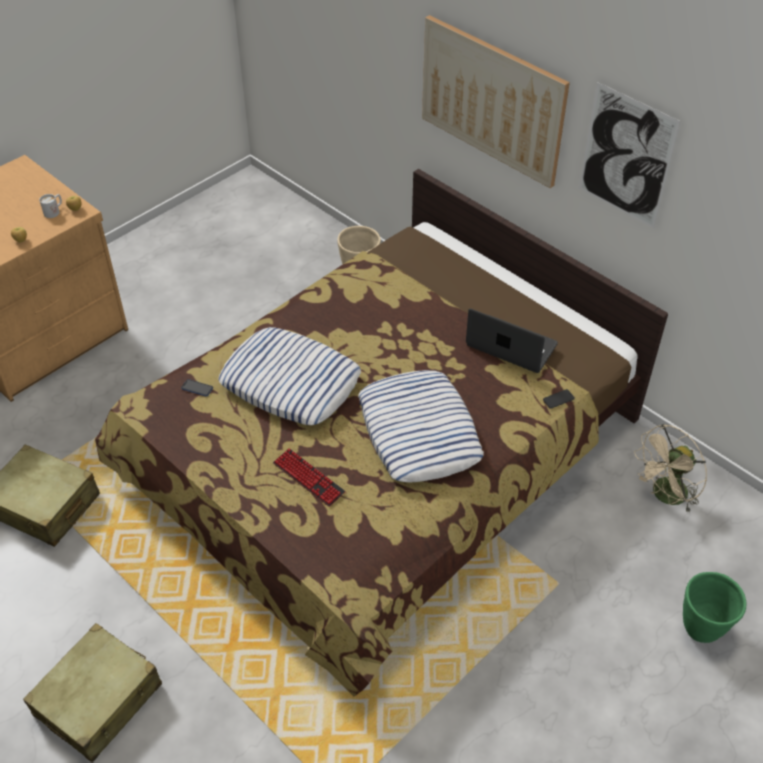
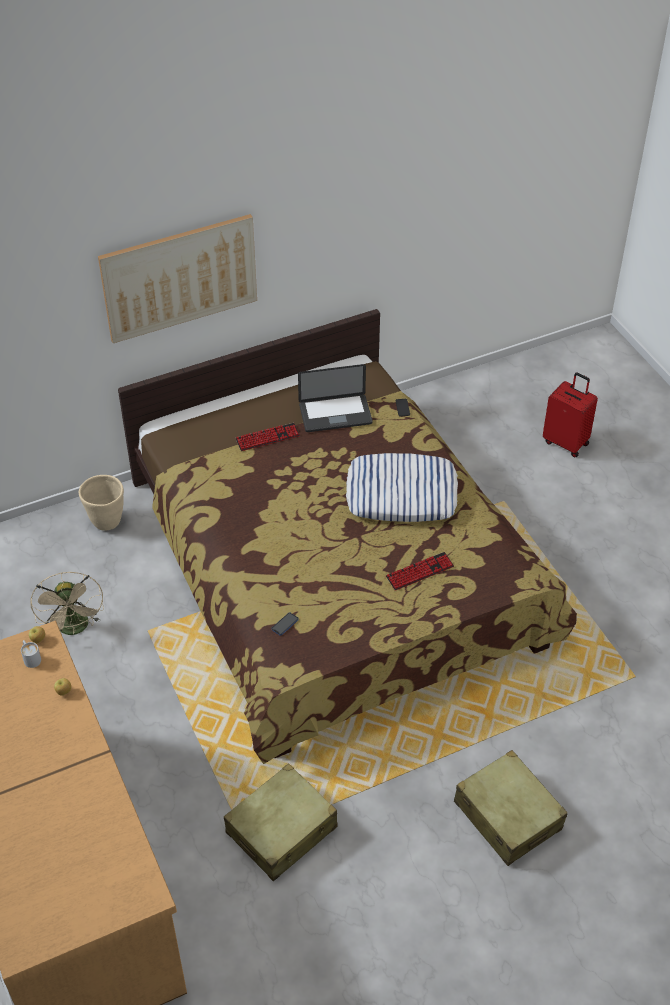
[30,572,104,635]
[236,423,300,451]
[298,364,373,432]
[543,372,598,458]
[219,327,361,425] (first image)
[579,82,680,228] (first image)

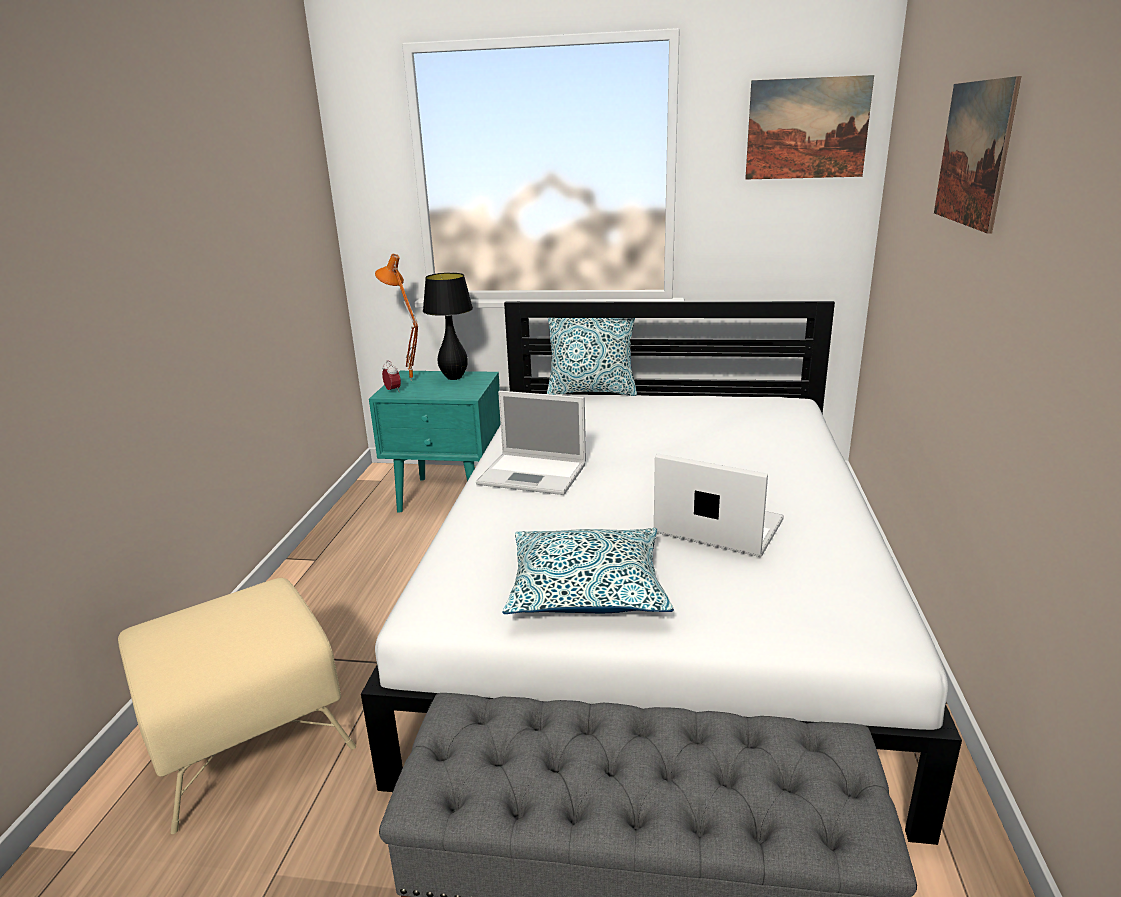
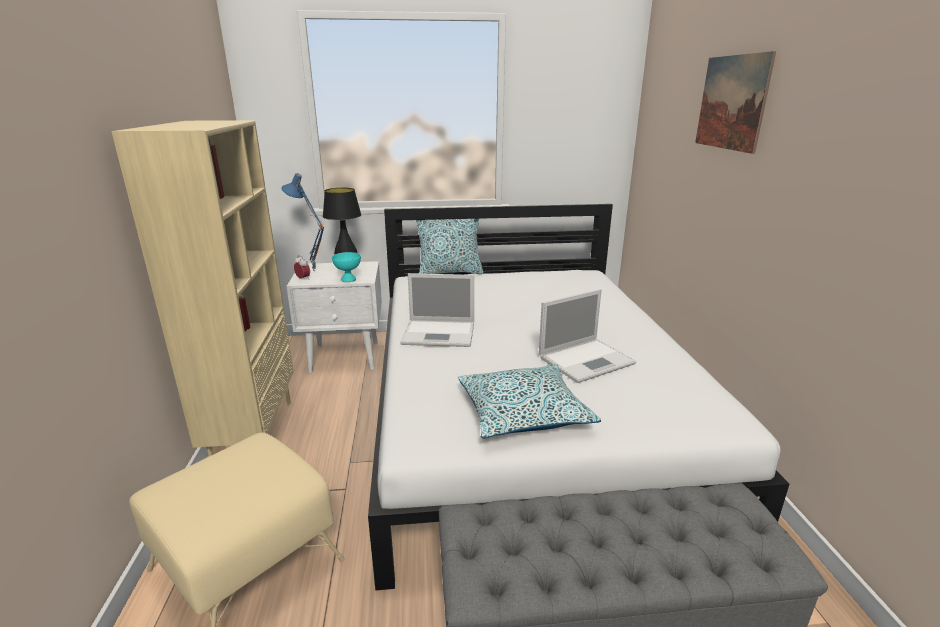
[111,120,294,456]
[281,173,324,271]
[286,261,382,373]
[332,252,361,282]
[539,289,636,383]
[745,75,874,179] (first image)

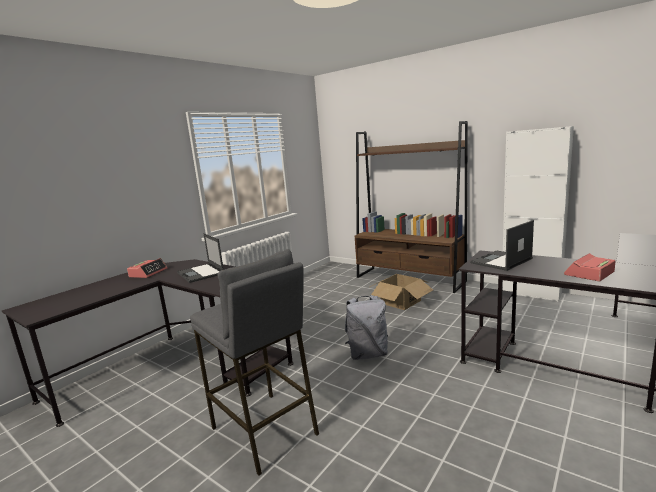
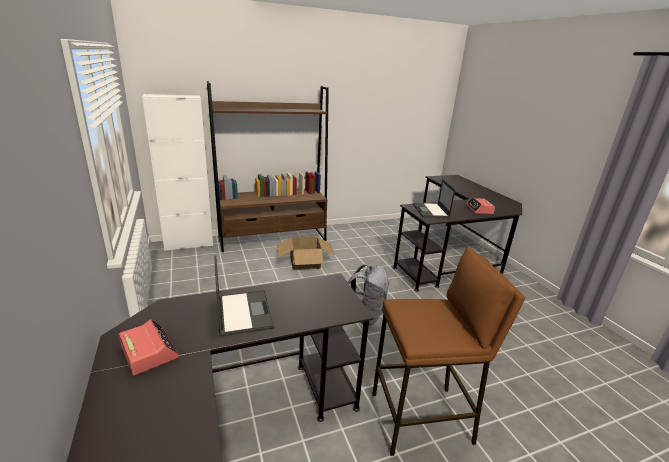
[142,94,213,251]
[214,255,274,337]
[372,246,525,456]

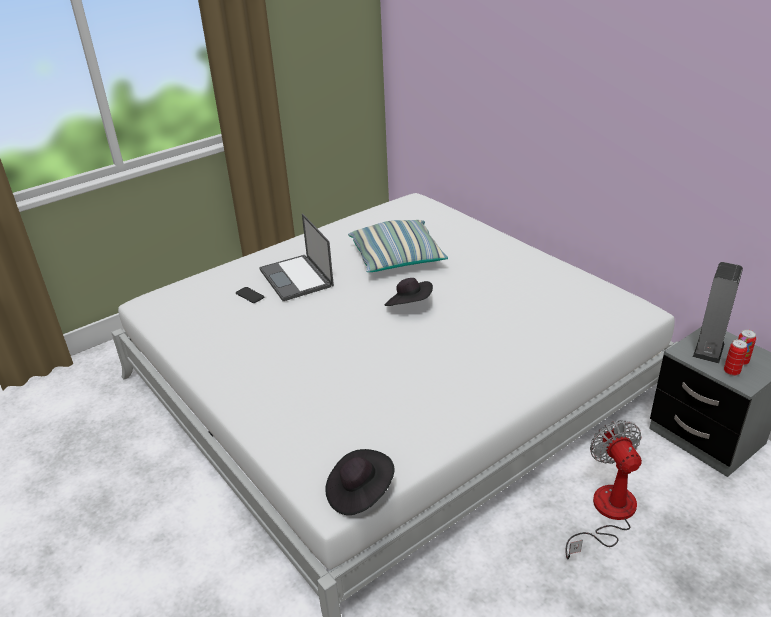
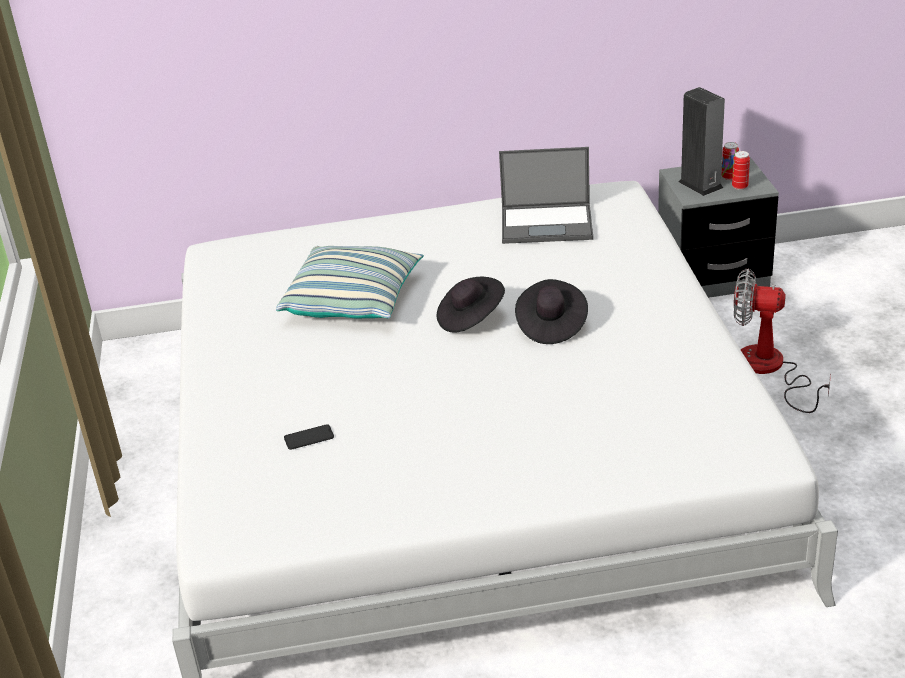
[499,147,593,244]
[515,279,588,344]

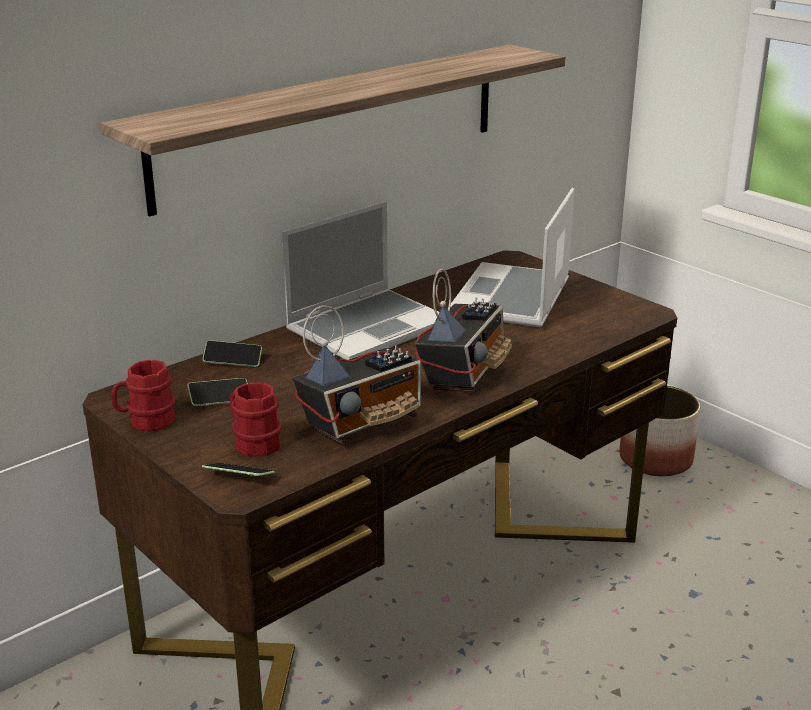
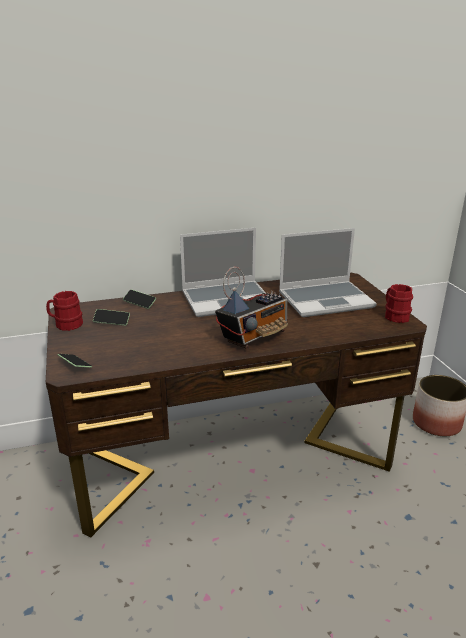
[279,228,377,317]
[385,284,413,323]
[101,45,565,217] (first image)
[293,305,421,445] (first image)

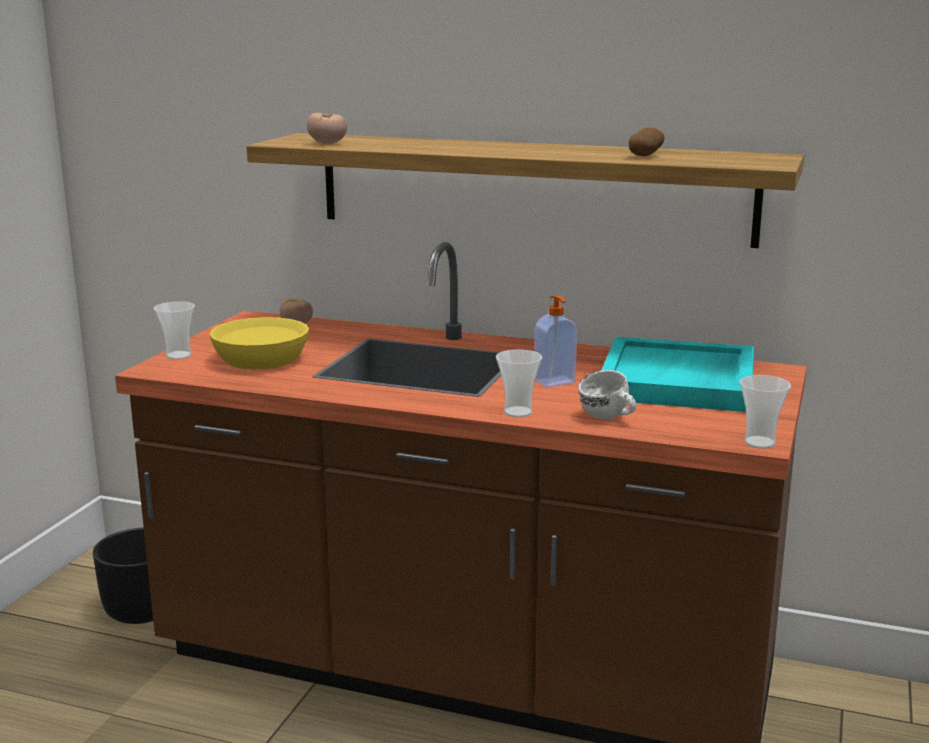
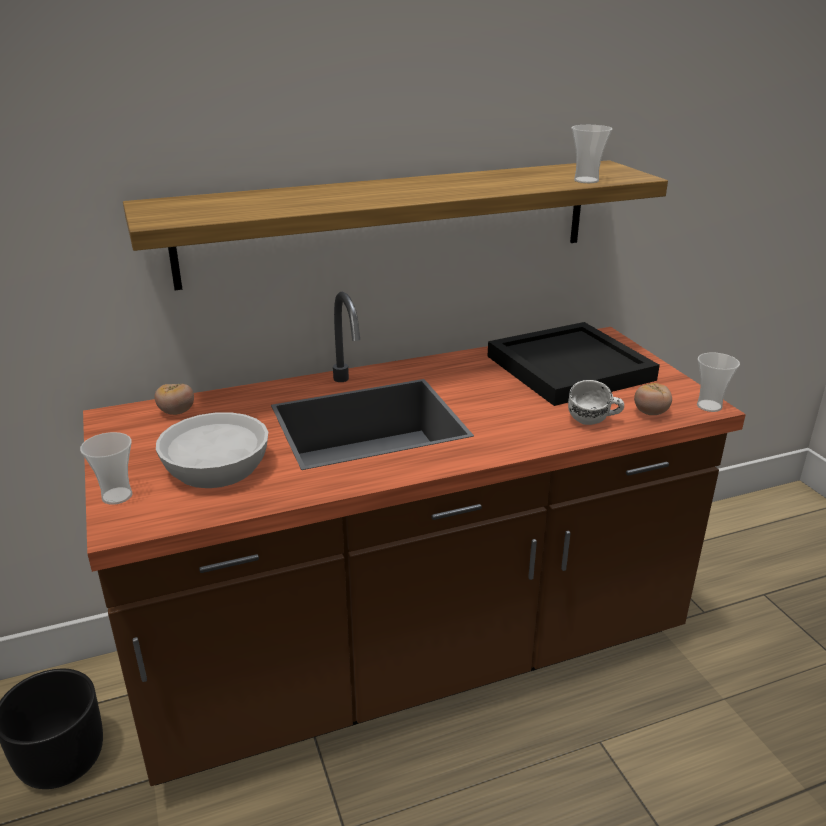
[156,412,268,488]
[487,322,660,406]
[571,125,612,183]
[634,383,672,415]
[534,295,577,388] (first image)
[629,128,664,156] (first image)

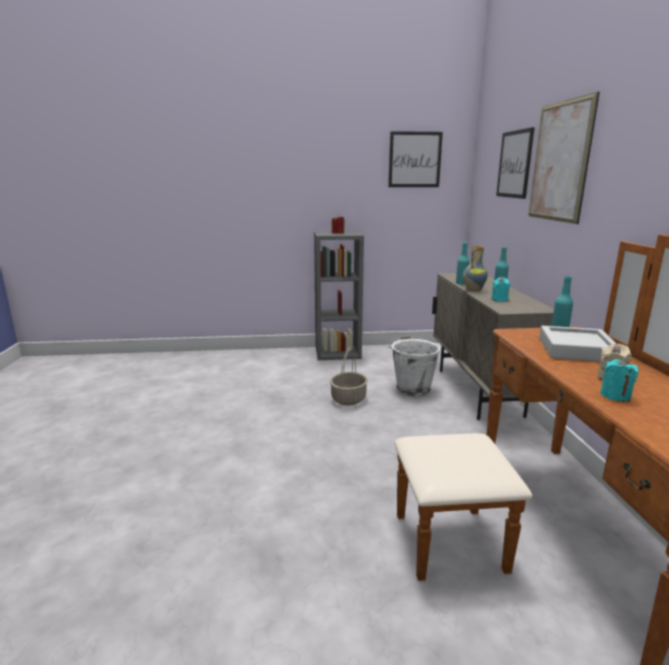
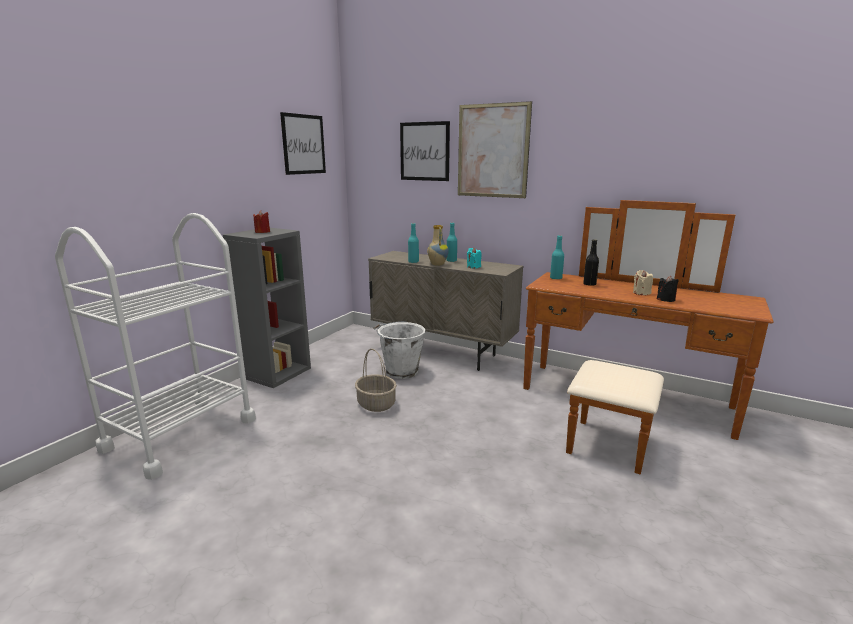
[55,213,256,480]
[583,239,599,286]
[657,276,679,302]

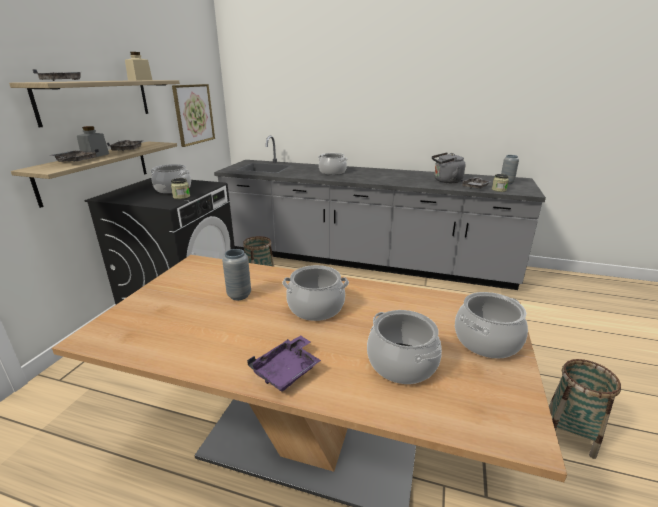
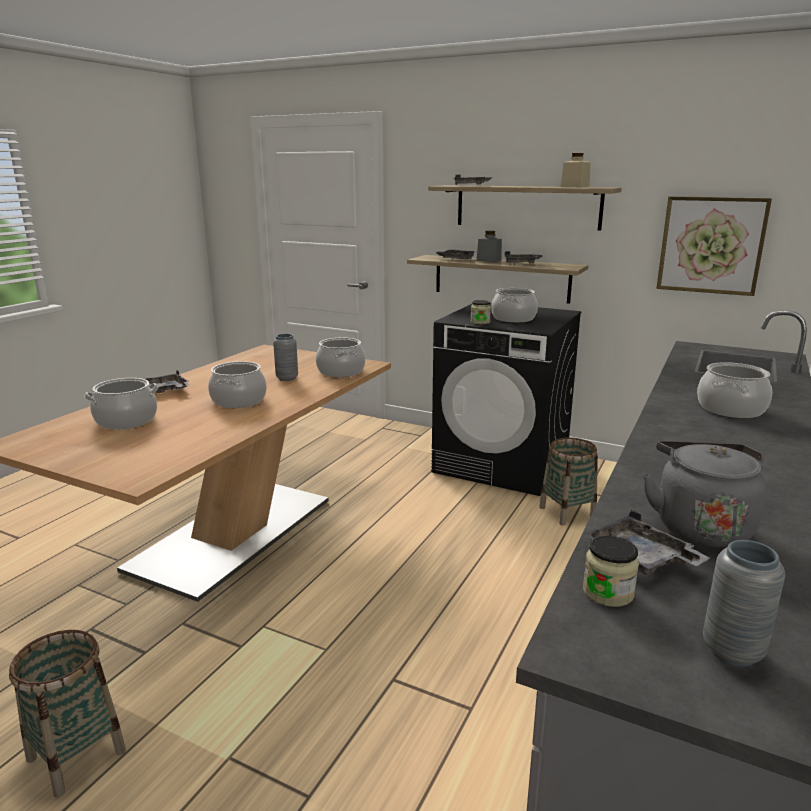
[145,370,190,393]
[316,338,365,377]

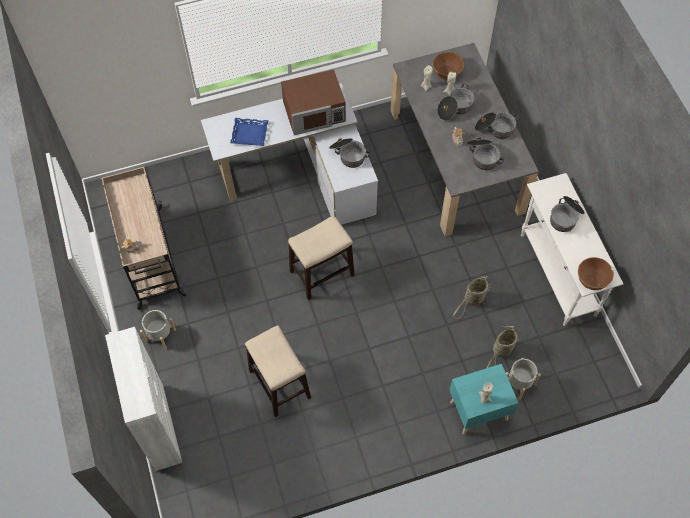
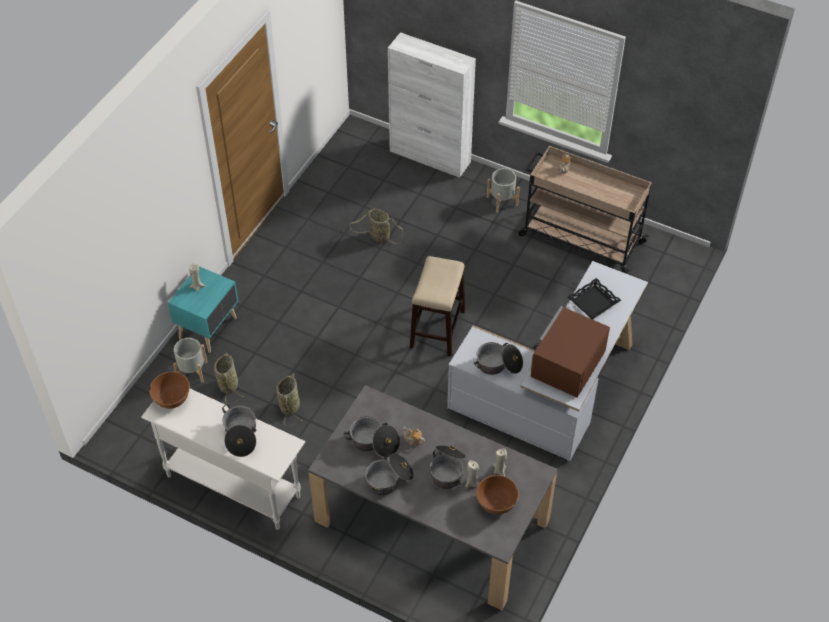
[350,209,403,244]
[568,278,621,320]

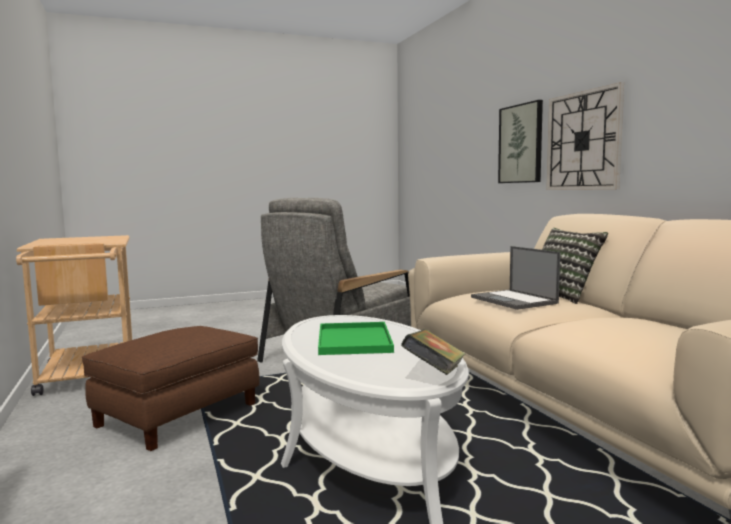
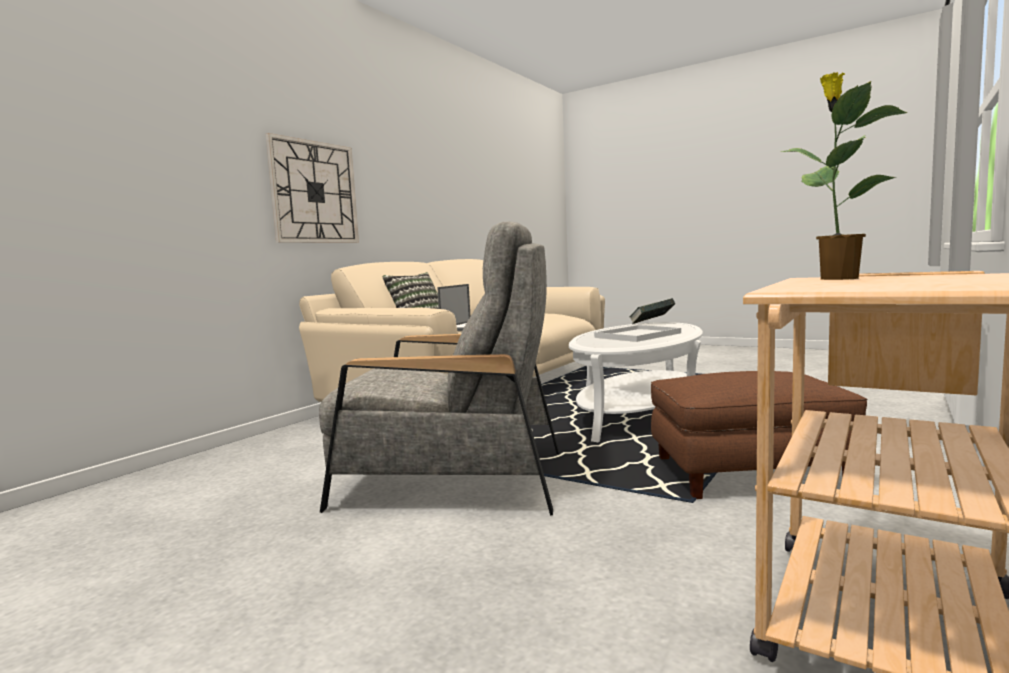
[594,325,681,342]
[781,71,908,280]
[498,100,543,183] (first image)

